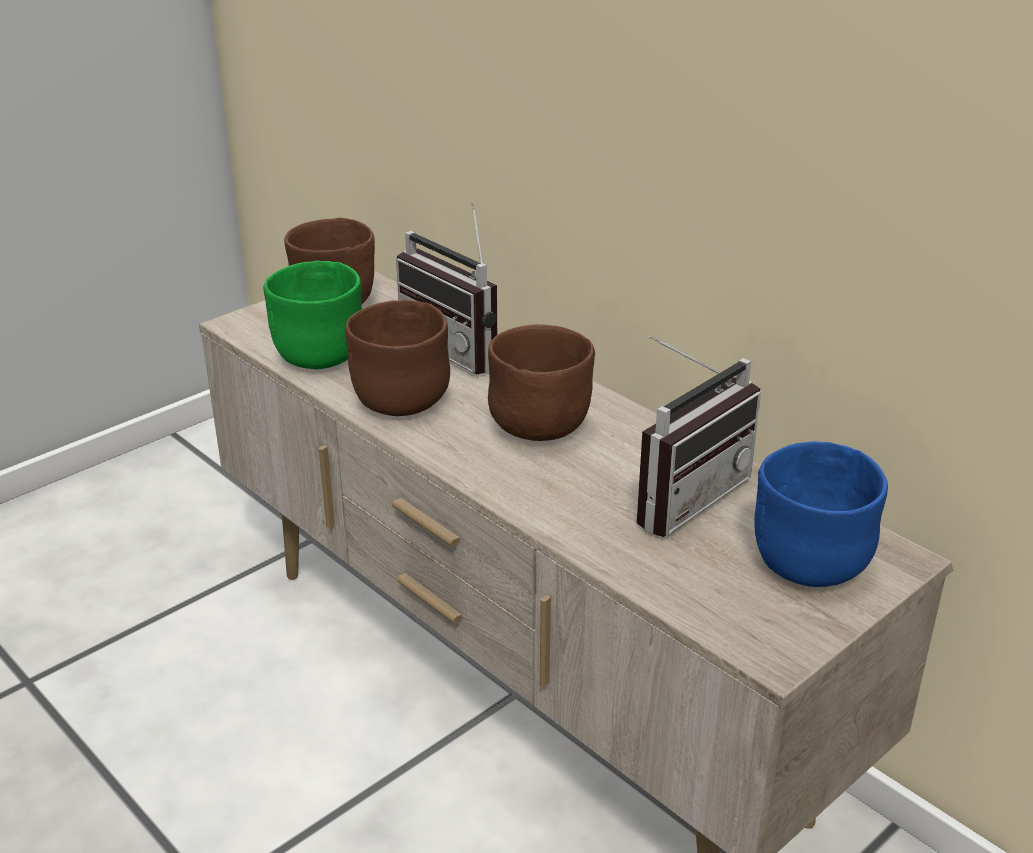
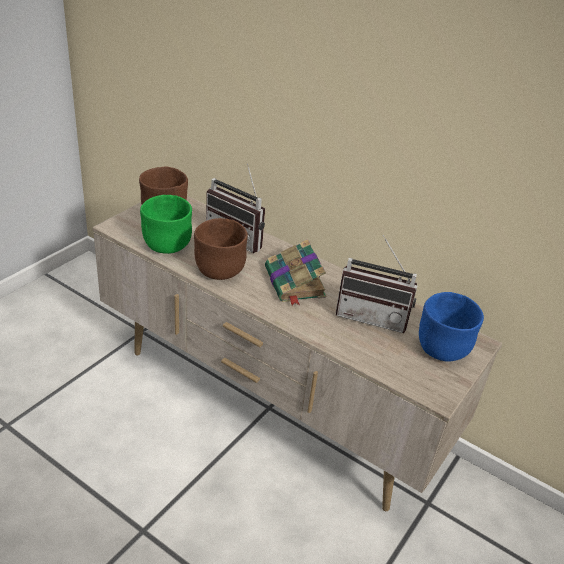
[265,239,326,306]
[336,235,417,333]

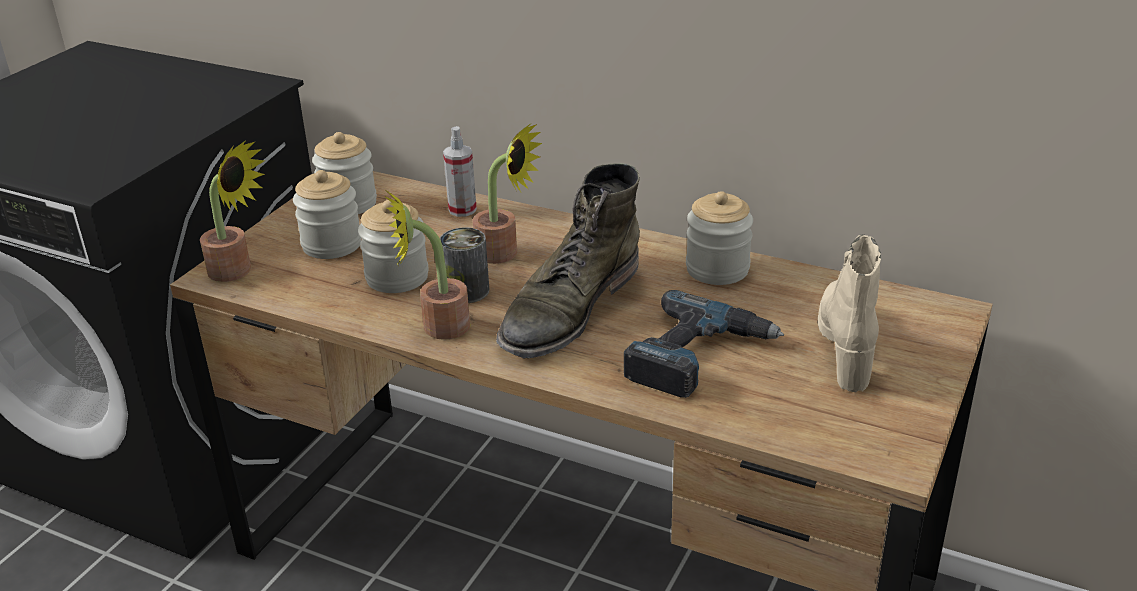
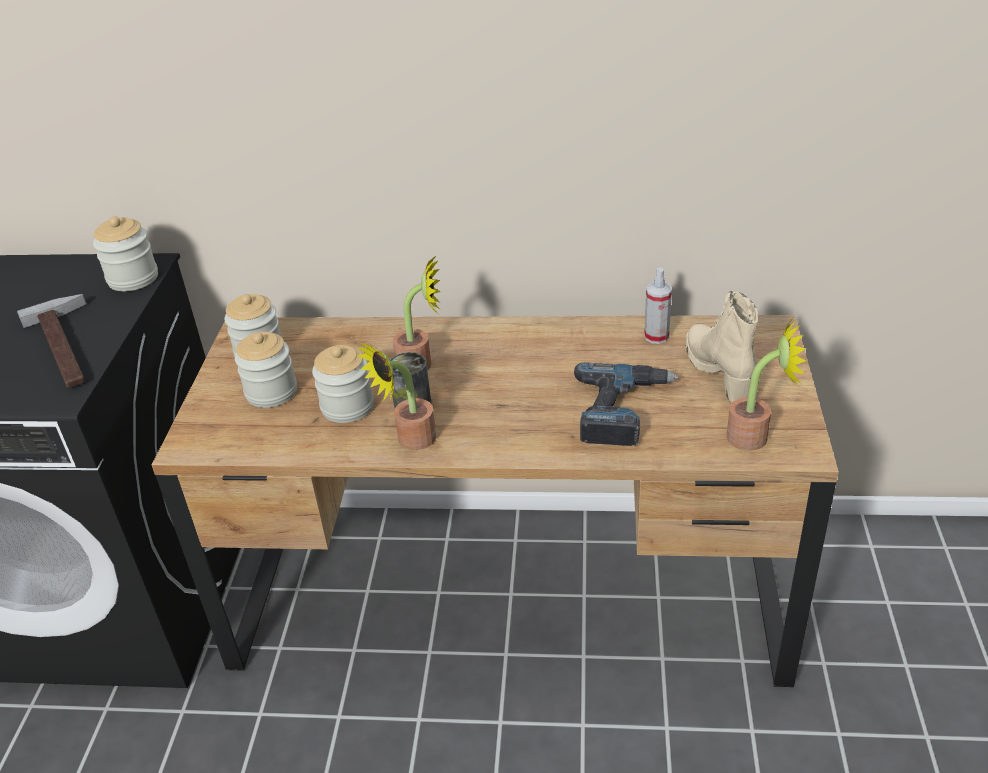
[17,294,87,388]
[93,216,158,291]
[644,268,672,344]
[727,320,807,451]
[496,163,640,358] (first image)

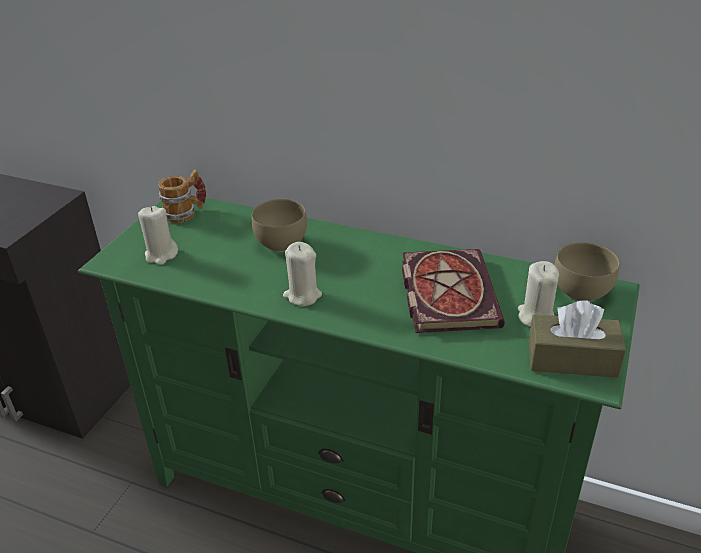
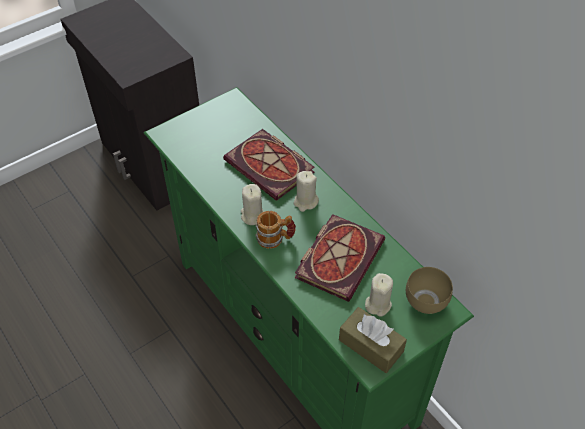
[223,129,315,201]
[255,211,296,249]
[294,171,319,212]

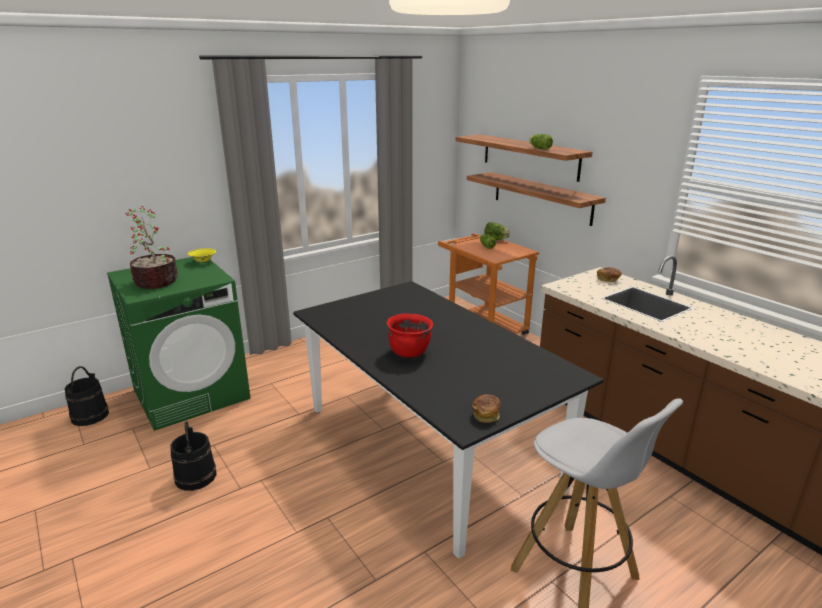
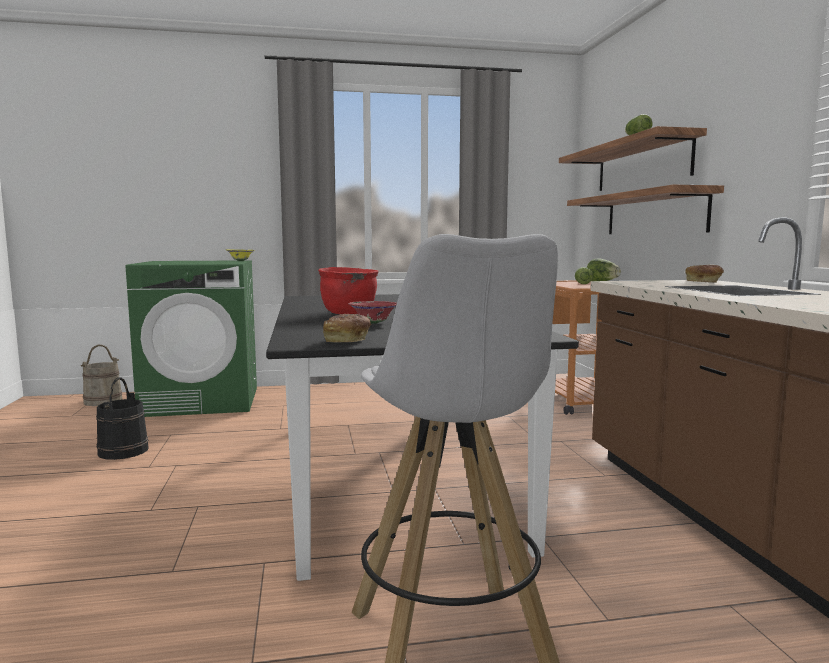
[81,344,123,406]
[348,301,397,324]
[125,206,178,289] (first image)

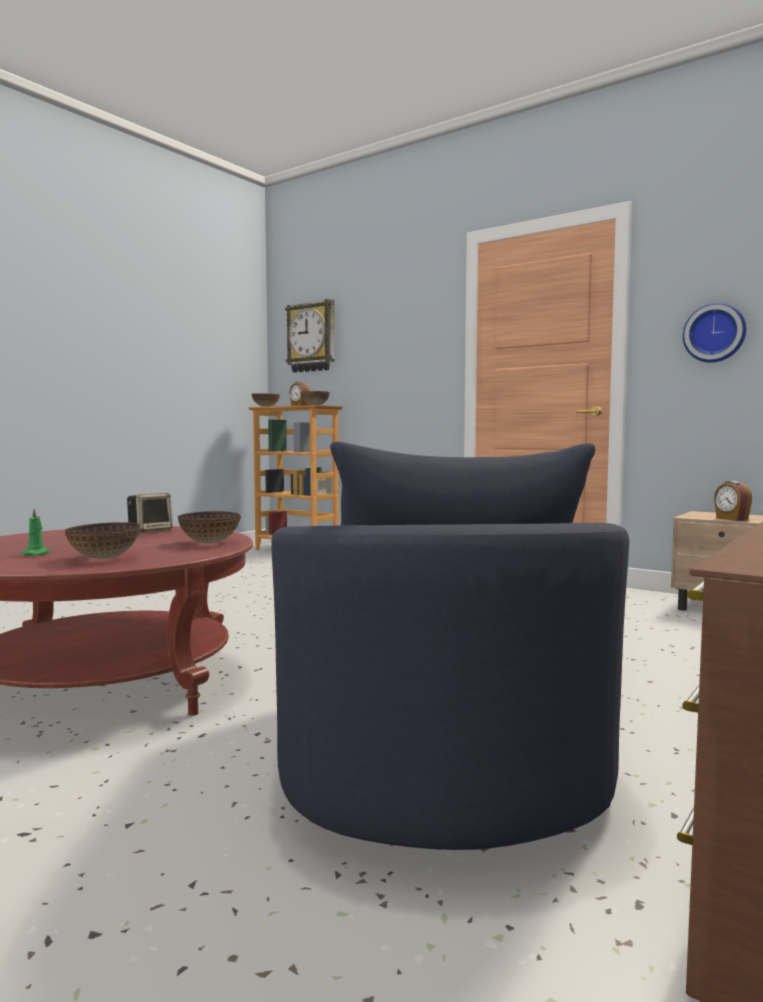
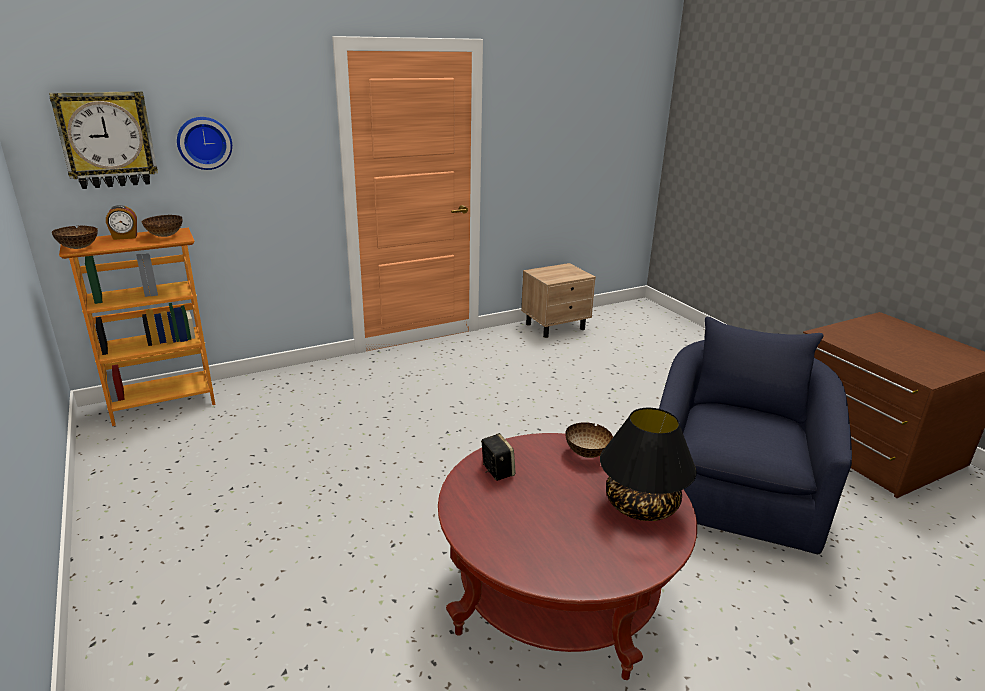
[177,117,232,170]
[600,408,697,521]
[659,317,852,554]
[21,508,50,555] (first image)
[714,481,752,521] (first image)

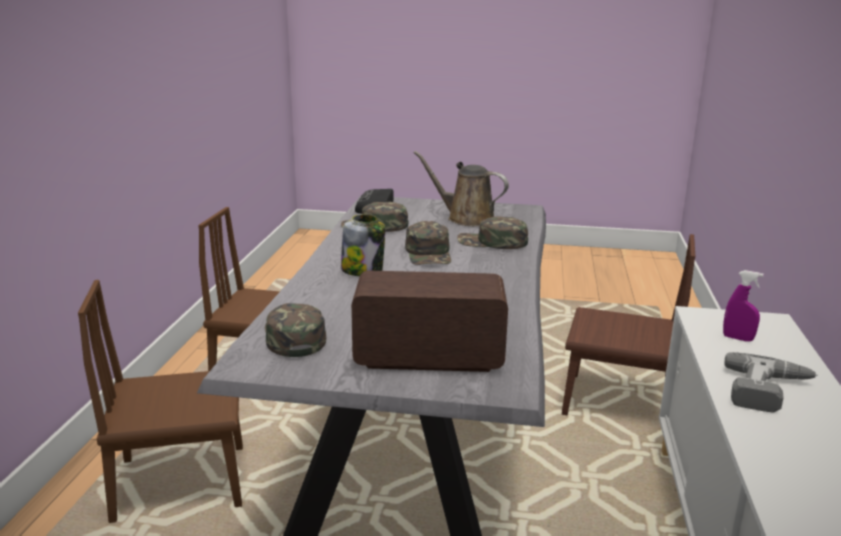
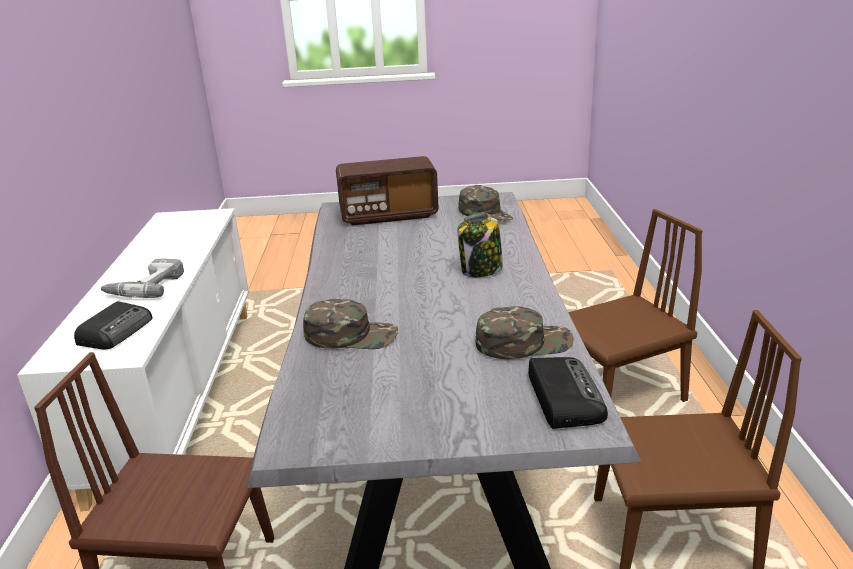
[74,301,152,349]
[405,221,451,265] (first image)
[413,151,509,226] (first image)

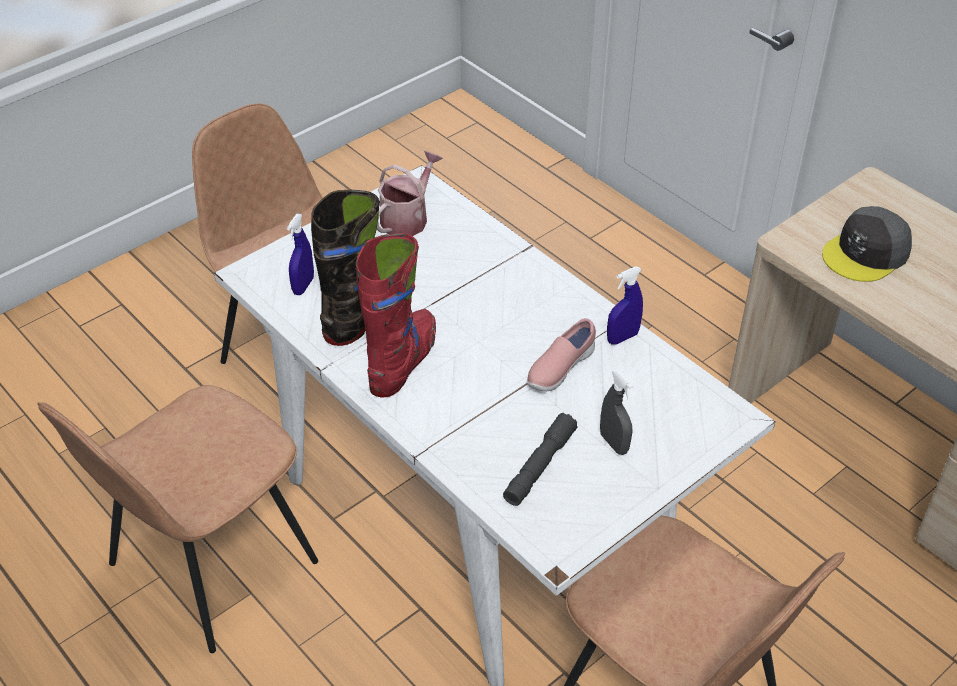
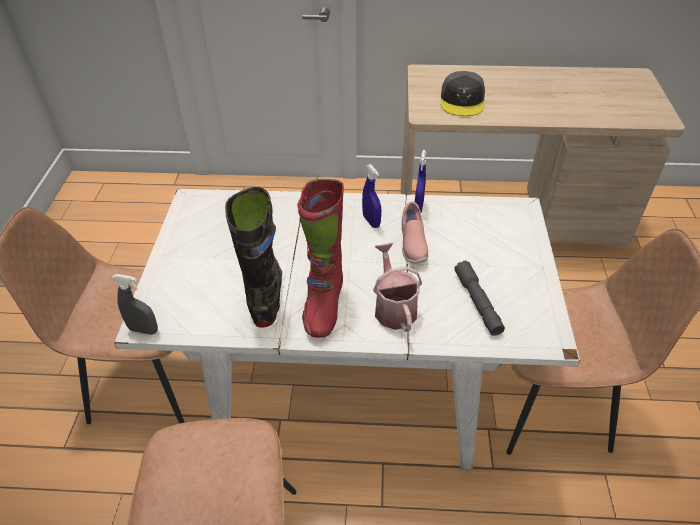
[112,274,158,335]
[297,179,344,338]
[362,164,381,228]
[373,243,422,332]

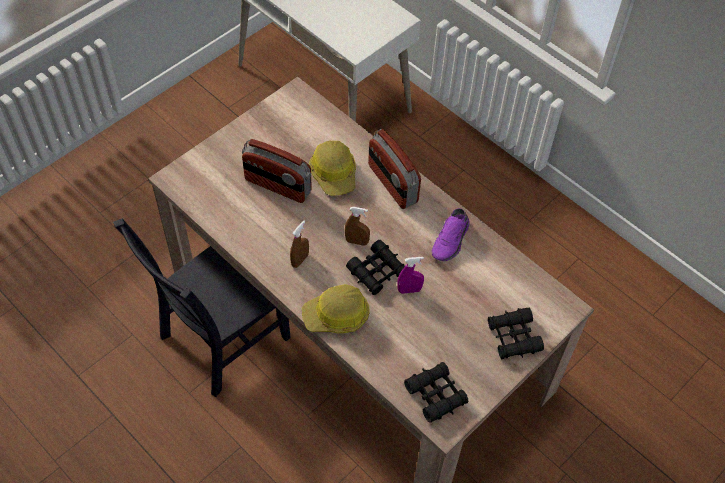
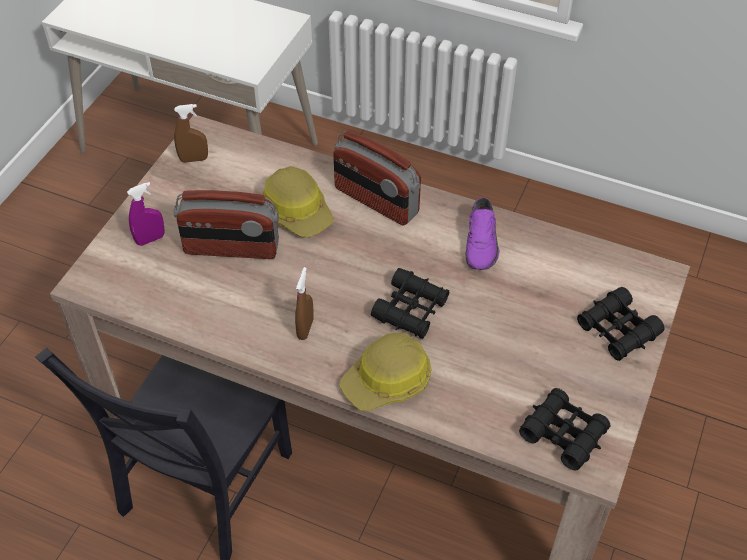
[127,182,165,246]
[174,104,208,163]

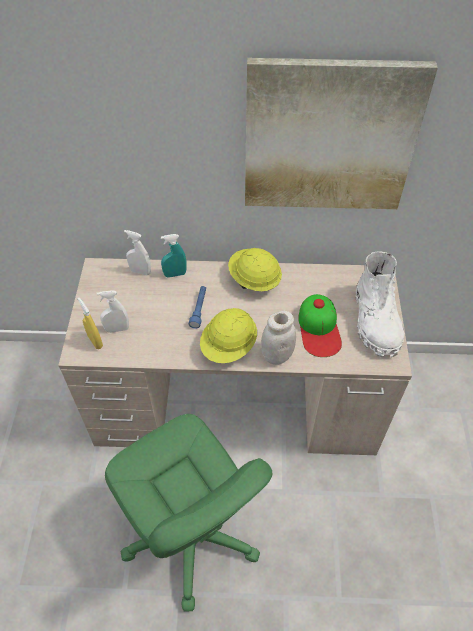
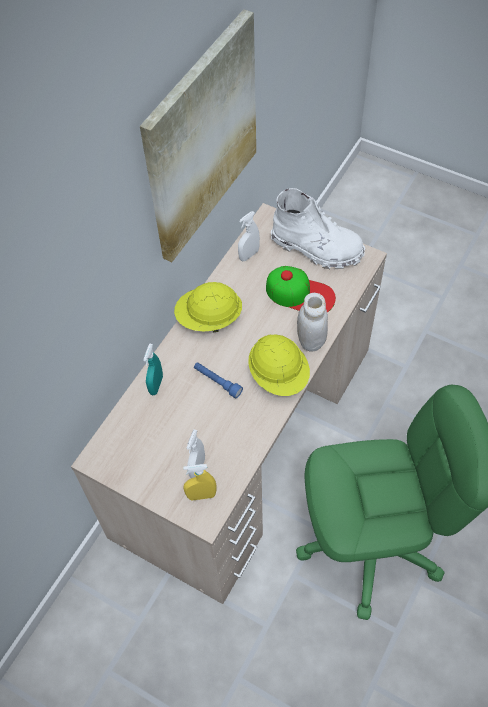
[238,211,260,261]

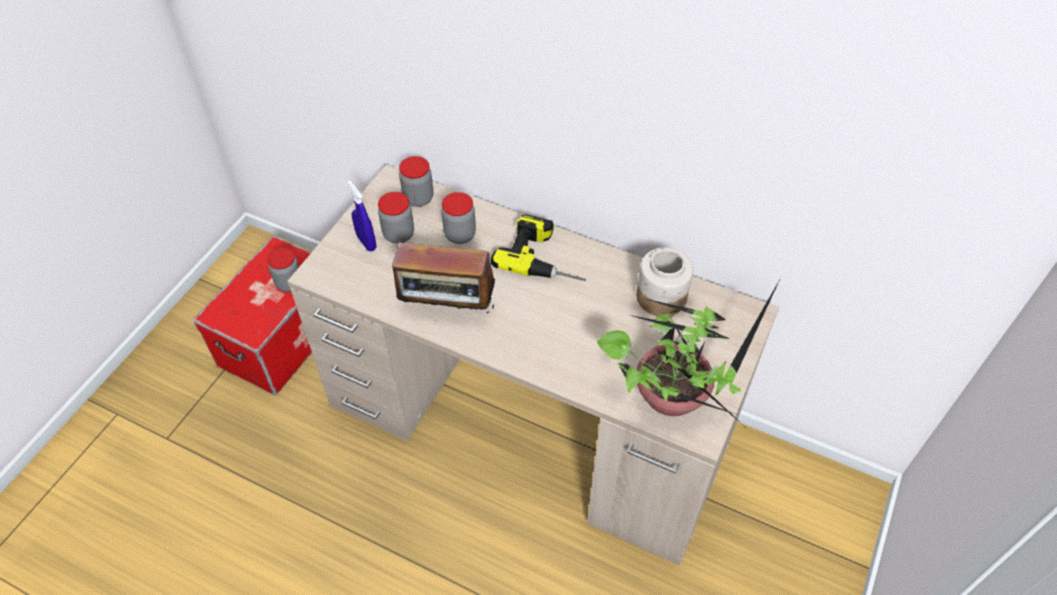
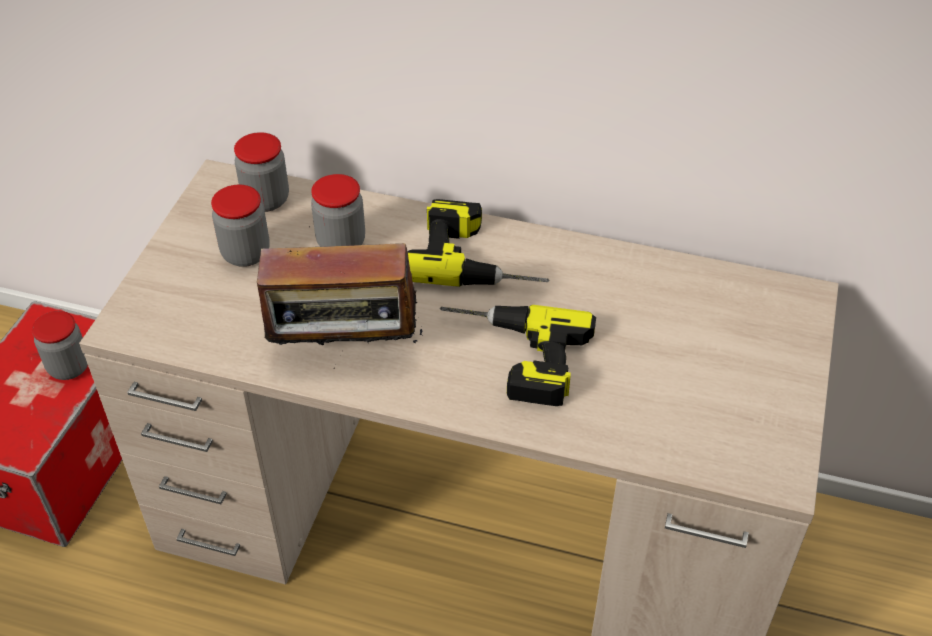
[440,305,596,406]
[348,180,376,251] (first image)
[596,280,780,425] (first image)
[636,247,693,317] (first image)

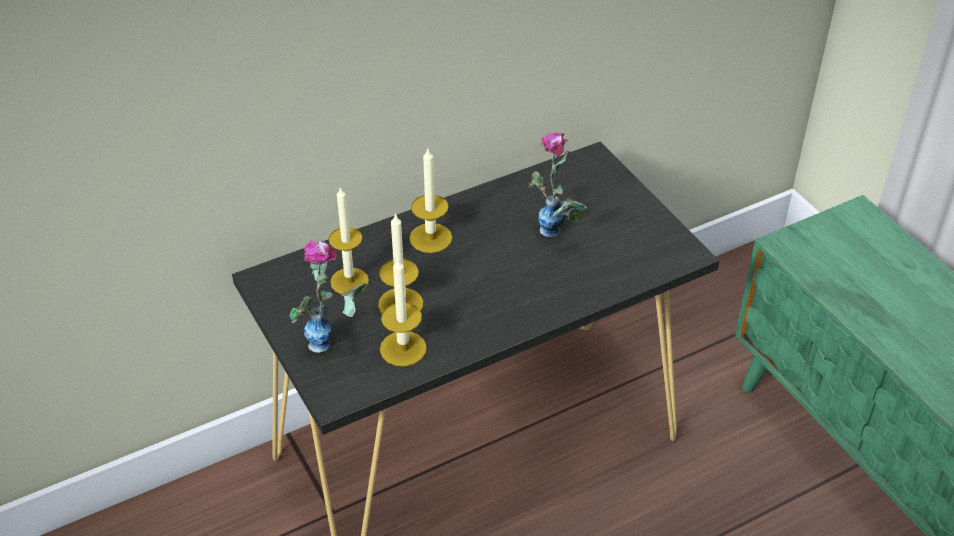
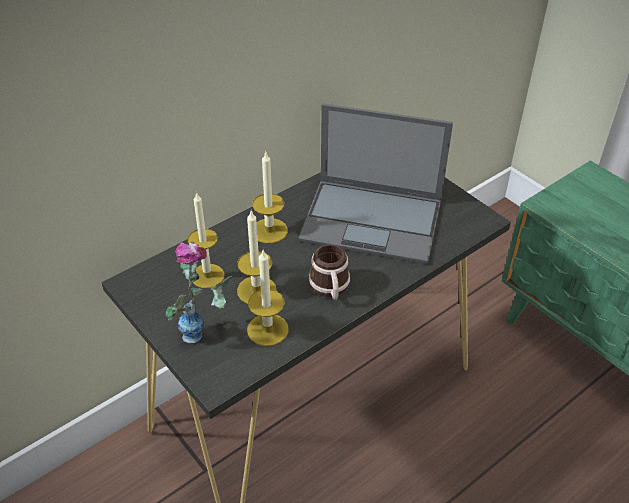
[298,103,453,264]
[309,245,350,300]

